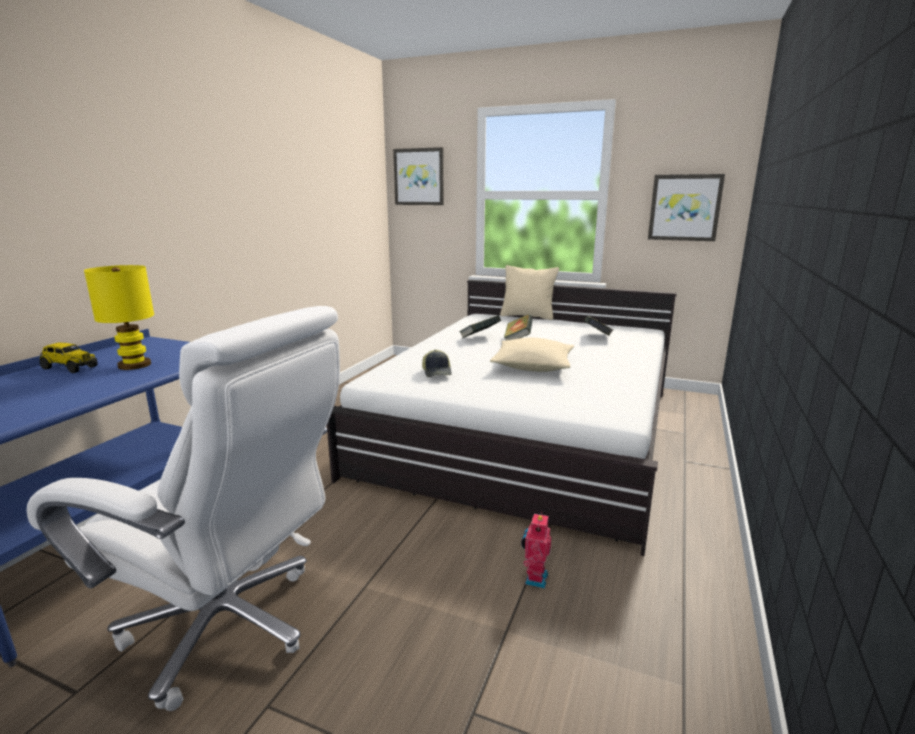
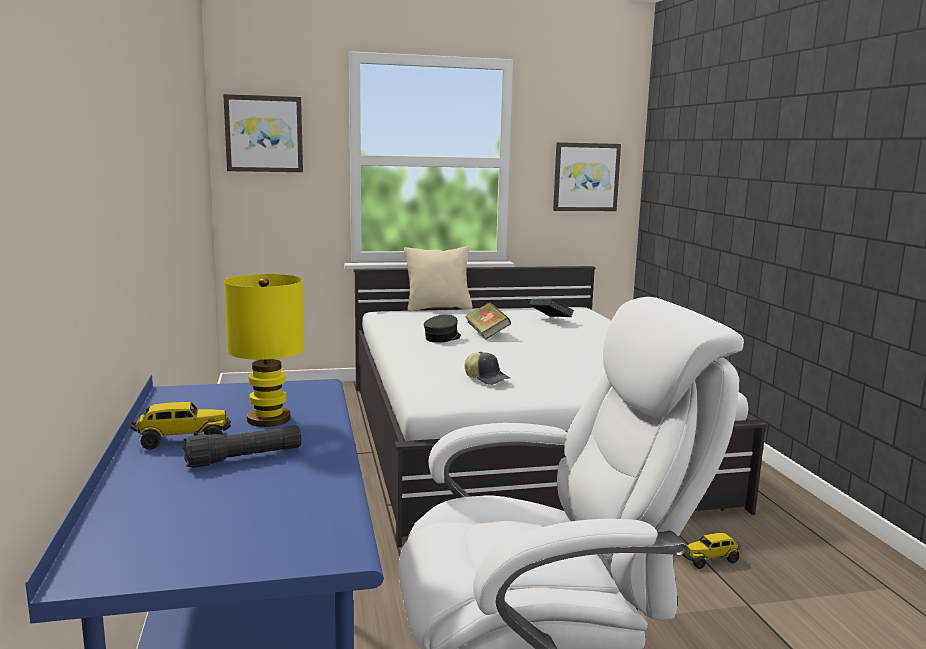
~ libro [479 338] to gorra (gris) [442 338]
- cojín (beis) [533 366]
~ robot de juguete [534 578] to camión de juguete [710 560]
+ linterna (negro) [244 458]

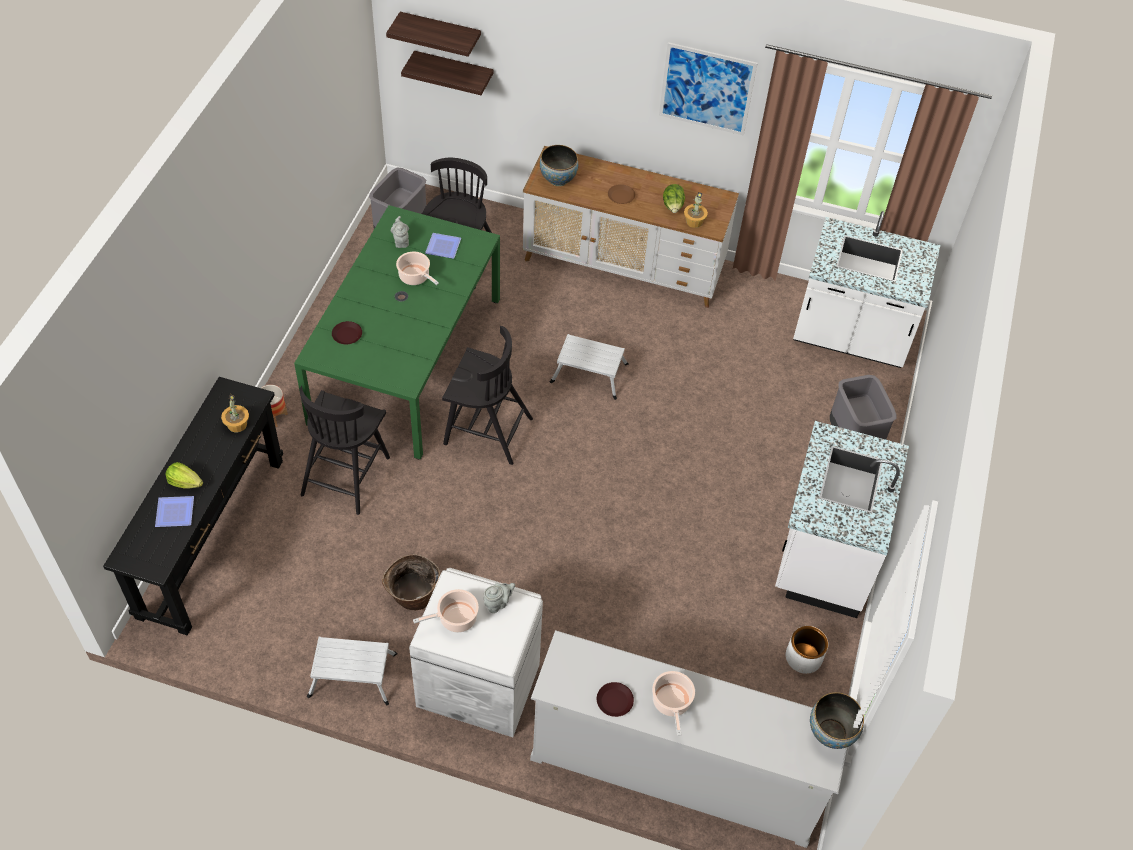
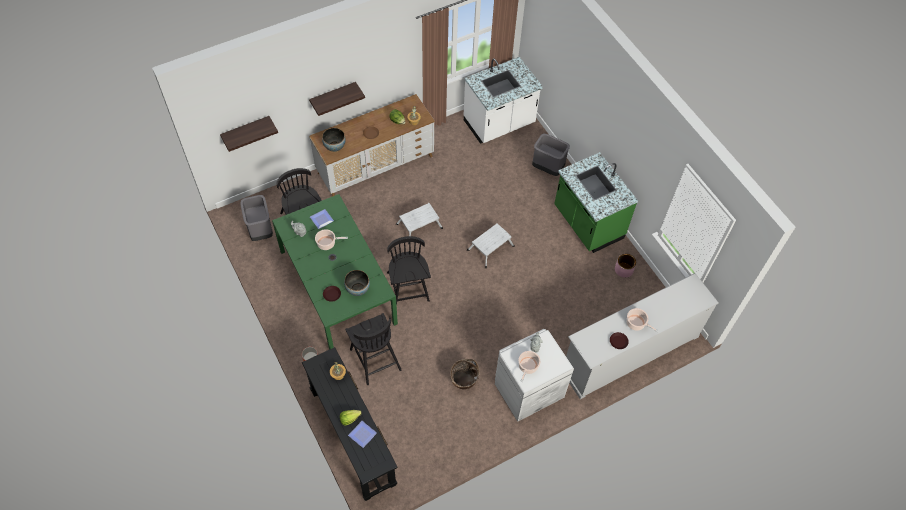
~ escalera de tijera (blanco) [353 675] to [491 248]
~ estante [440 33] to [333 96]
~ silla (negro) [486 430] = [408 287] 75 degrees counterclockwise
- cuadro [706 89]
~ mueble bajo de cocina (blanco) [824 554] to mueble bajo de cocina (verde) [587 223]
~ maceta (blanco) [803 657] to maceta (rosa) [623 270]
~ cuenco [831 733] to [358 289]

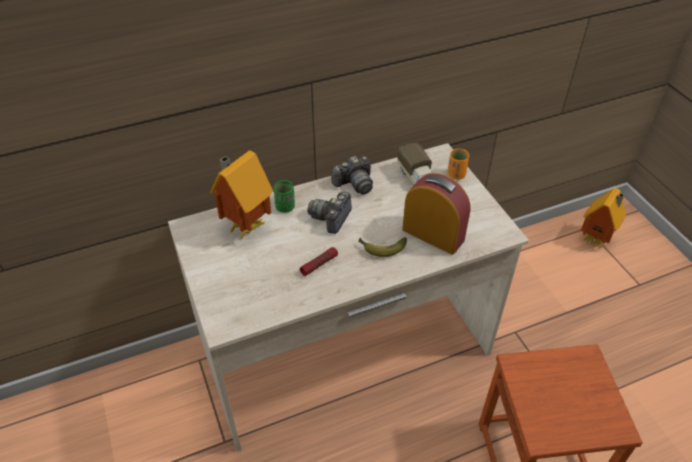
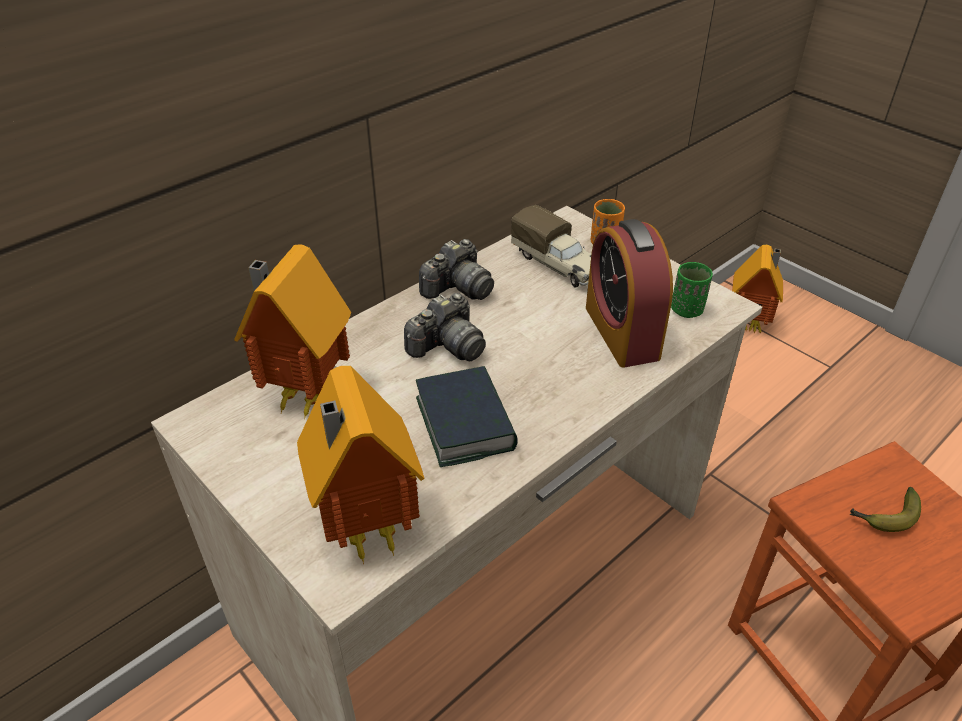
~ taza (verde) [285 207] to [687 310]
~ linterna [319 264] to libro [465 423]
~ cámara [331 218] = [447 346] 135 degrees counterclockwise
~ plátano [381 249] to [885 517]
~ despertador [433 234] = [621 332] 120 degrees counterclockwise
+ casita [364 532]

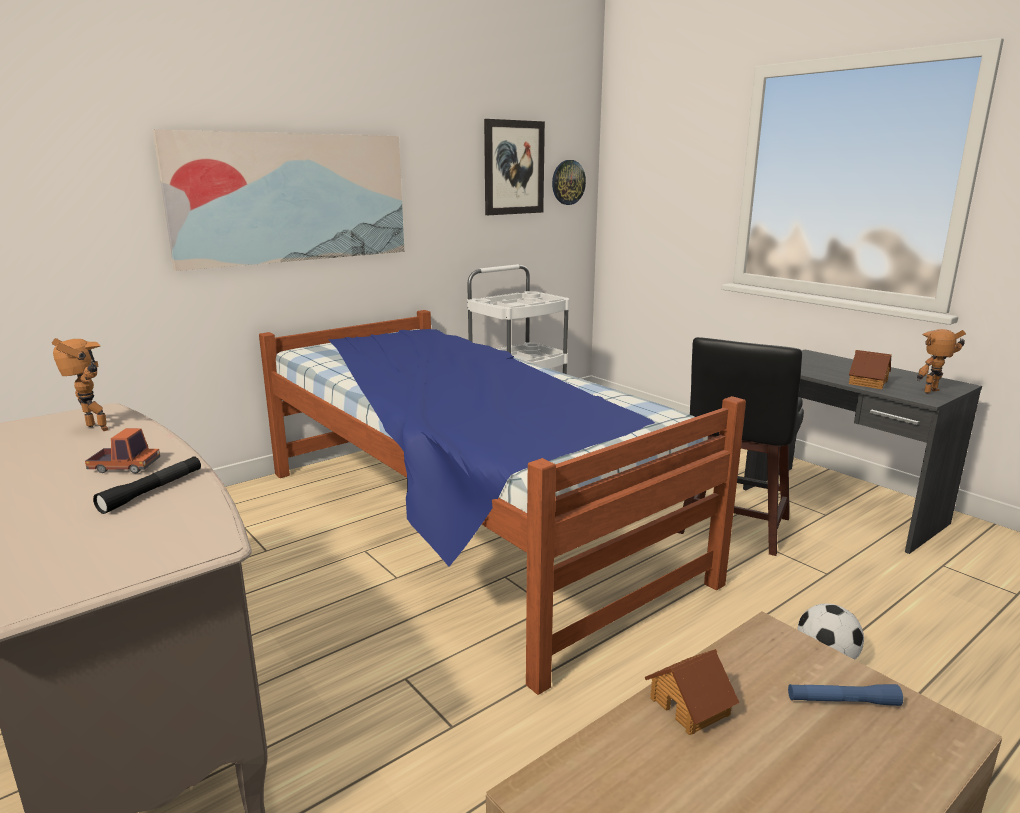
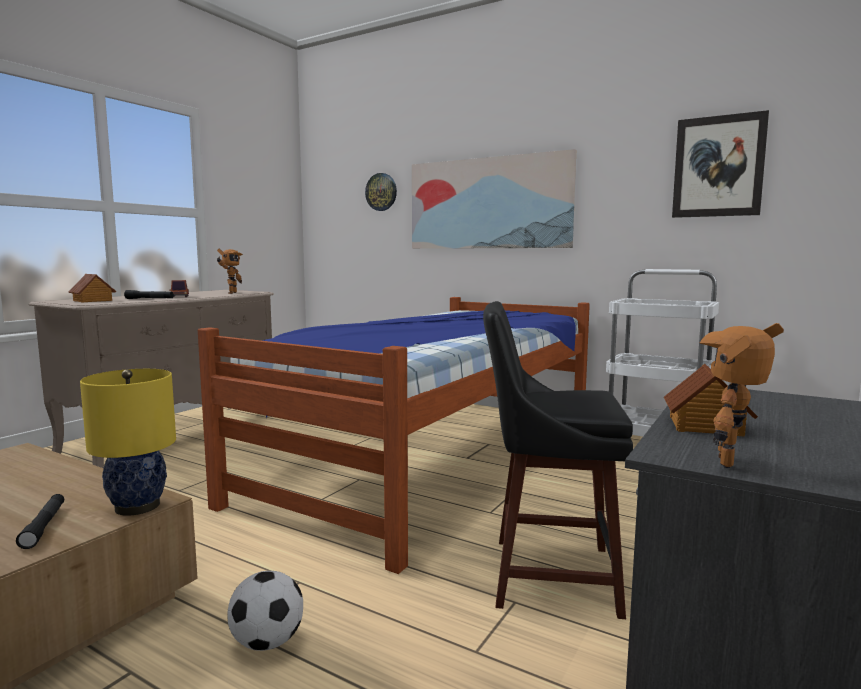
~ reloj de pared [568 182] to [381 192]
~ casita [690 705] to [93 300]
~ linterna (azul) [842 701] to linterna (negro) [44 526]
~ robot de juguete [934 392] = [733 462] 105 degrees counterclockwise
+ lámpara de mesa (amarillo) [137 506]

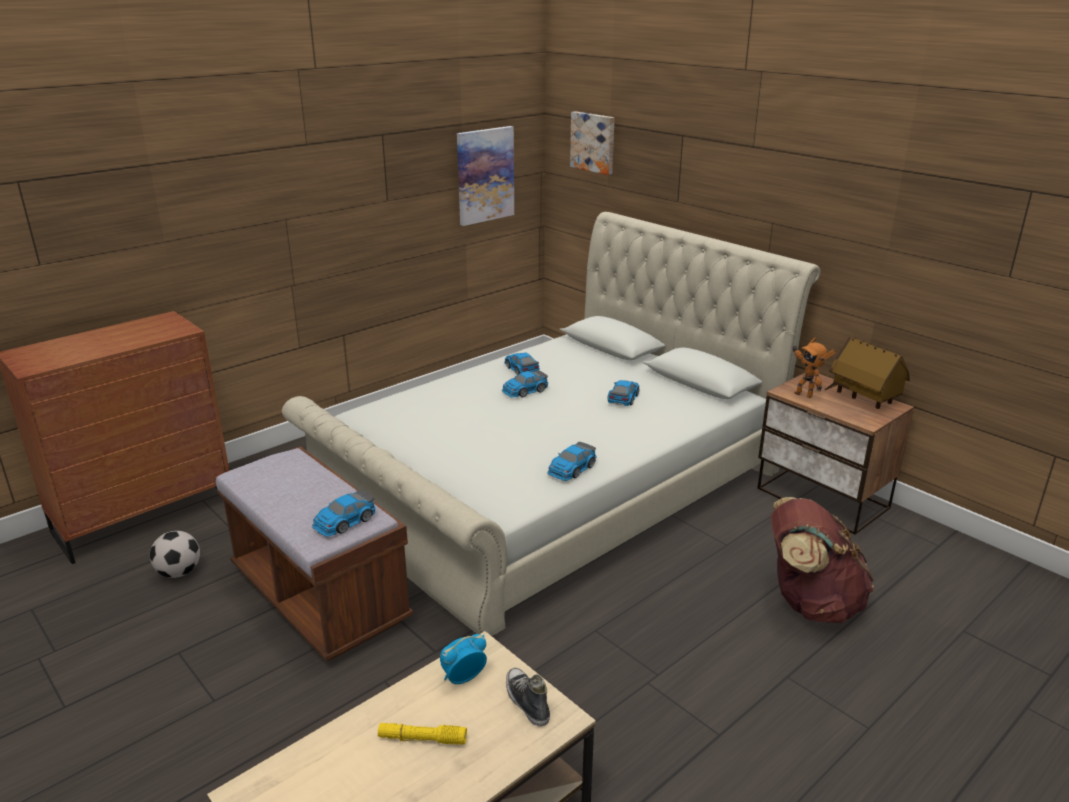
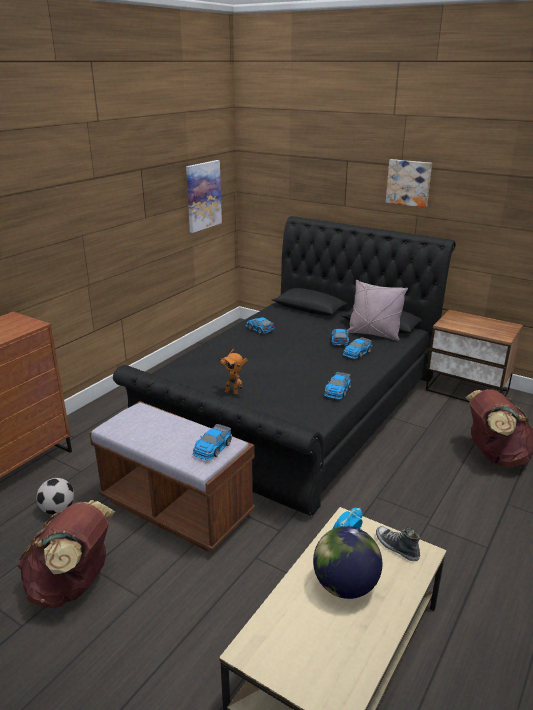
~ cama (beis) [553 484] to cama (negro) [295 405]
~ linterna (amarillo) [422 739] to globo terráqueo [345 586]
~ coche de juguete [524 391] to [357 353]
~ cuadro [593 142] to [409 182]
~ robot de juguete [804 394] to [232 392]
- casita [863 399]
+ mochila (marrón) [73 585]
+ cojín (morado) [374 334]

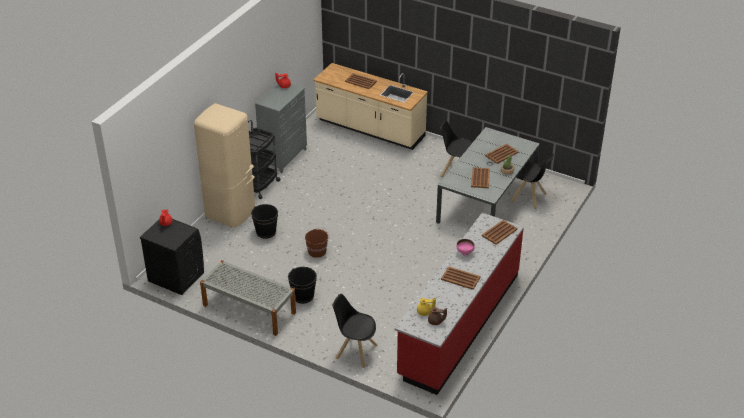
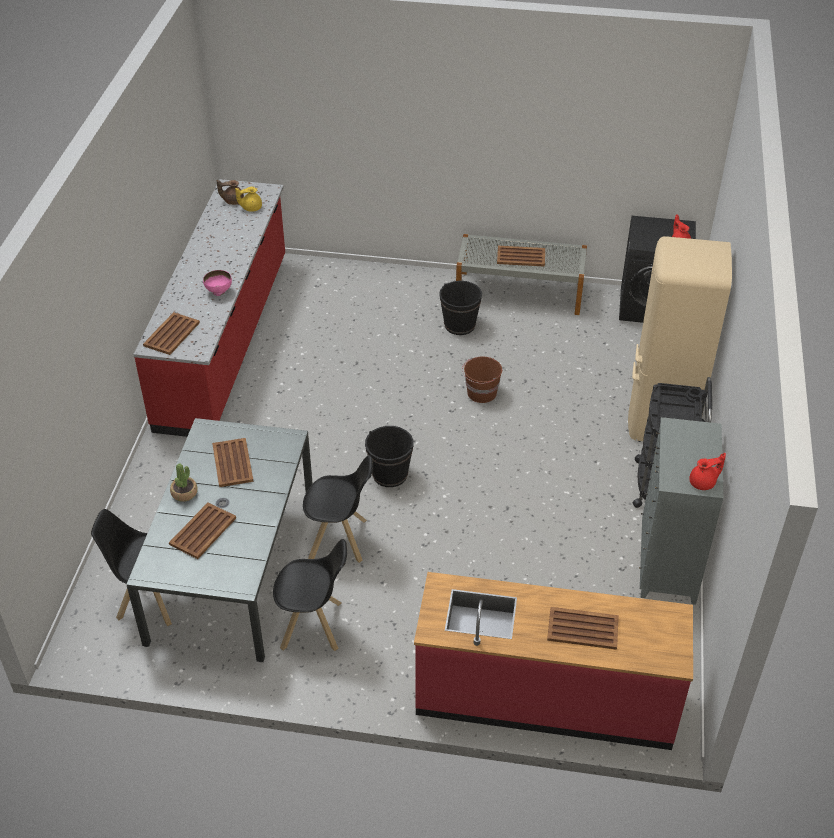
~ cubo (negro) [266 232] to [390 474]
~ mueble bajo de cocina (beis) [370 129] to mueble bajo de cocina (rojo) [545 697]
~ silla (negro) [355 351] to [340 539]
~ bandeja (marrón) [461 278] to [520 256]

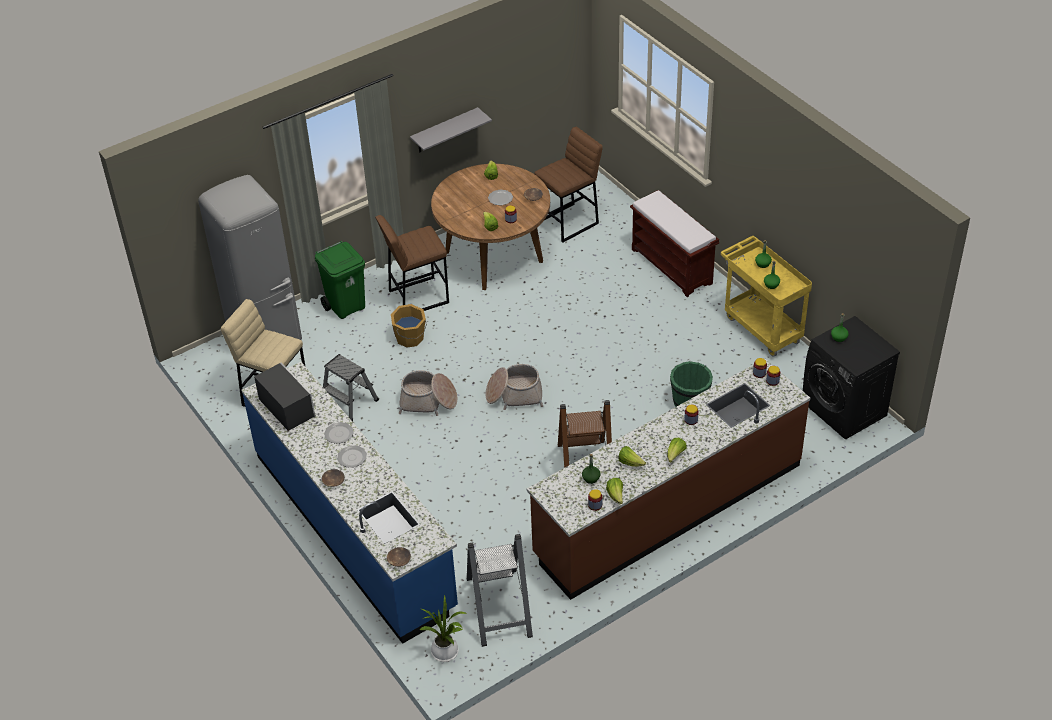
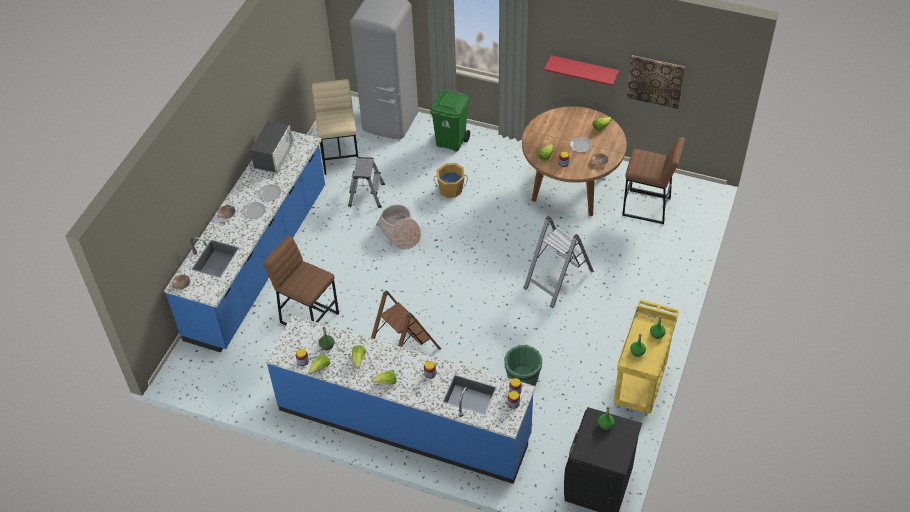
~ taburete (marrón) [417 297] to [308 317]
~ estante (gris) [444 131] to estante (rojo) [584 70]
- planta en maceta [446 653]
~ escalera de tijera (gris) [499 608] to [558 279]
- cesta [514 395]
~ mueble bajo de cocina (marrón) [668 509] to mueble bajo de cocina (azul) [404 422]
- banco (marrón) [672 266]
+ cuadro [655 81]

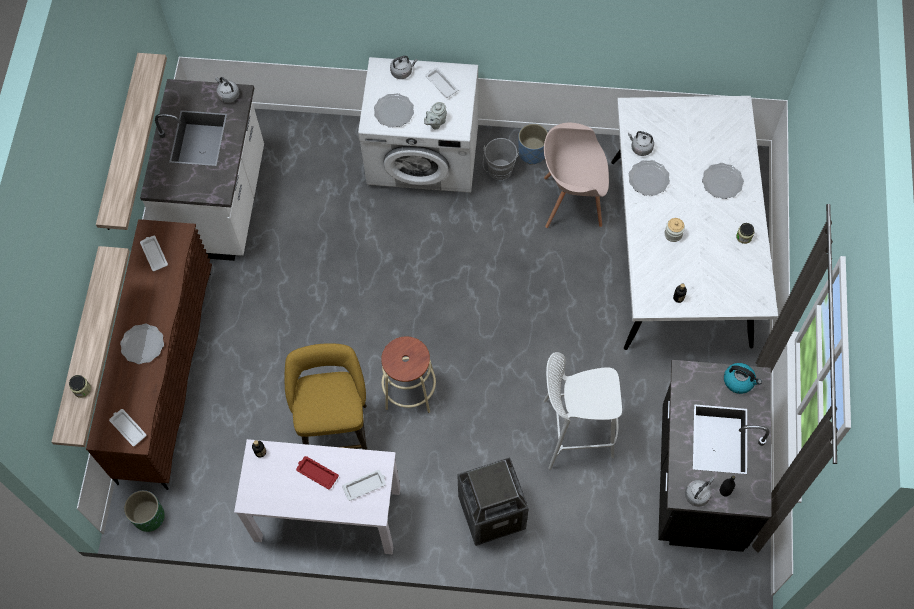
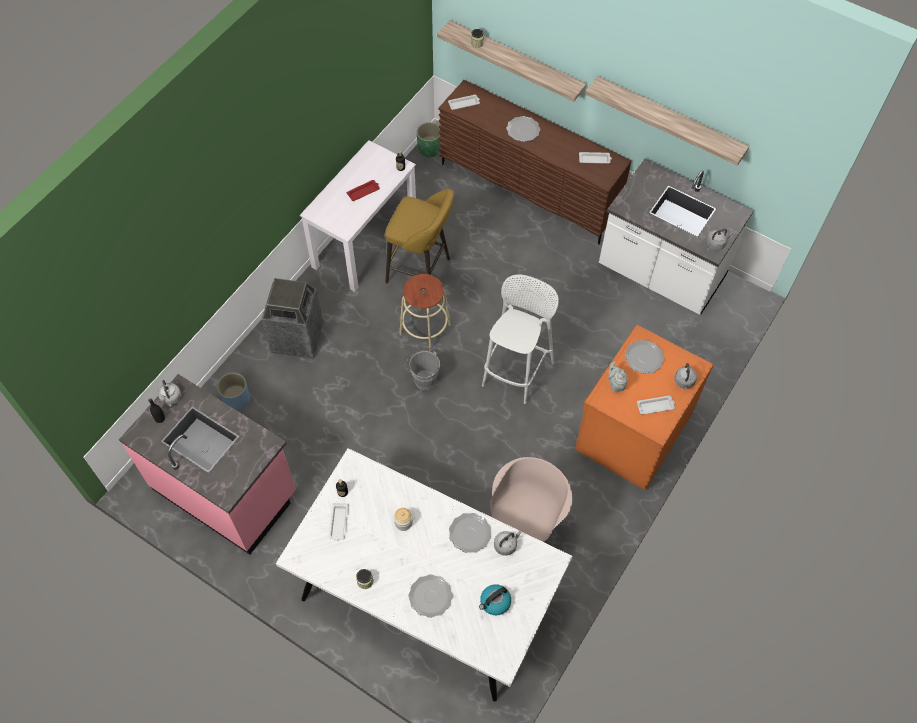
~ bandeja (blanco) [365 485] to [338 523]
~ lavadora (blanco) [424 159] to lavadora (naranja) [631 432]
~ cubo (gris) [499 172] to [423 378]
~ maceta (azul) [532 153] to [236 399]
~ taburete (blanco) [576 432] to [515 371]
~ mueble bajo de cocina (negro) [698 478] to mueble bajo de cocina (rosa) [225 490]
~ hervidor [739 381] to [495 602]

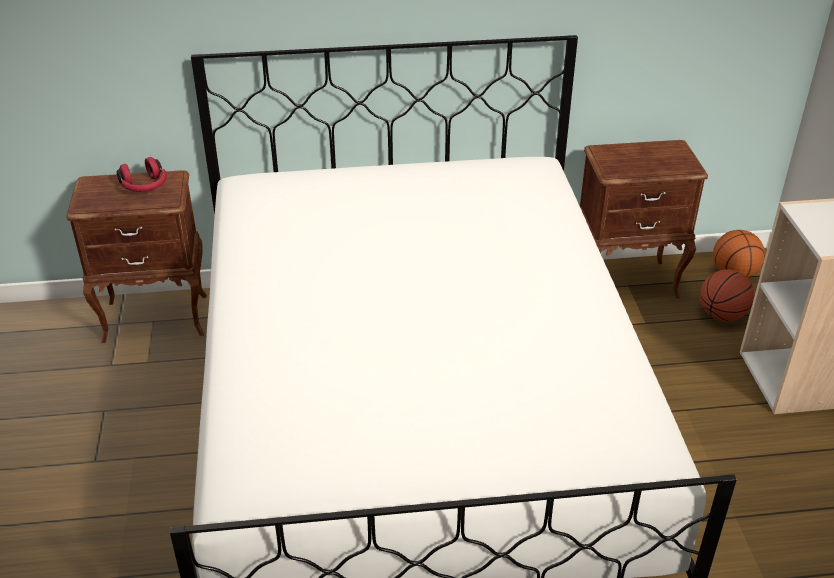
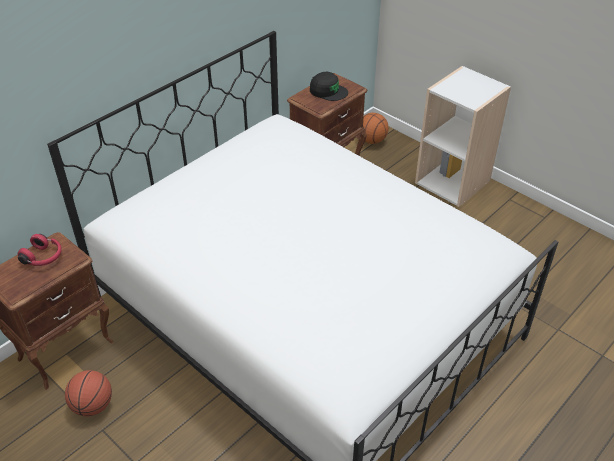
~ balón de baloncesto [721 315] to [92 405]
+ gorra (negro) [328 91]

